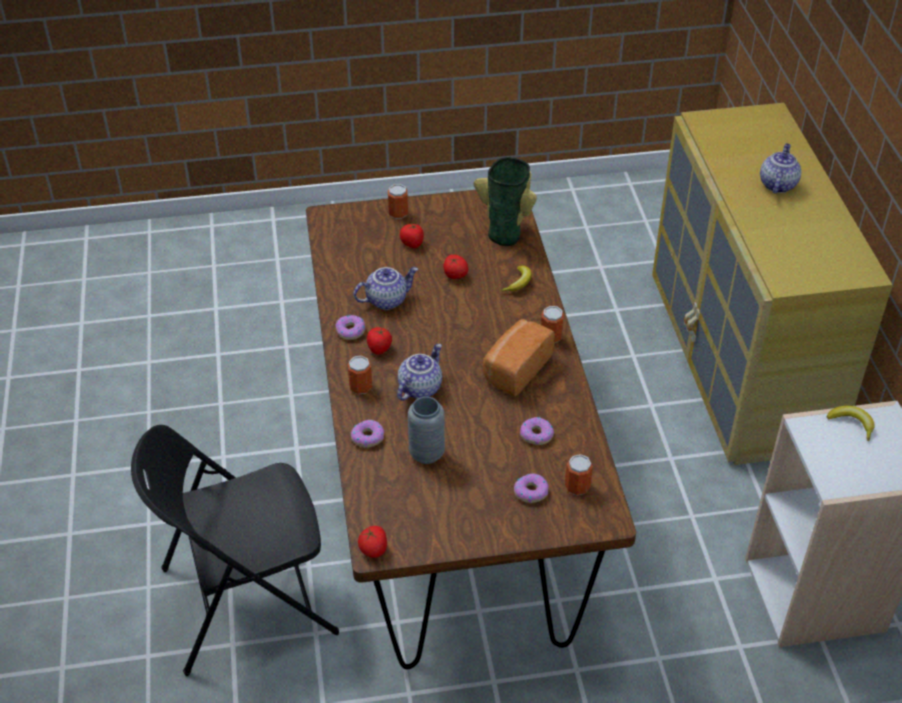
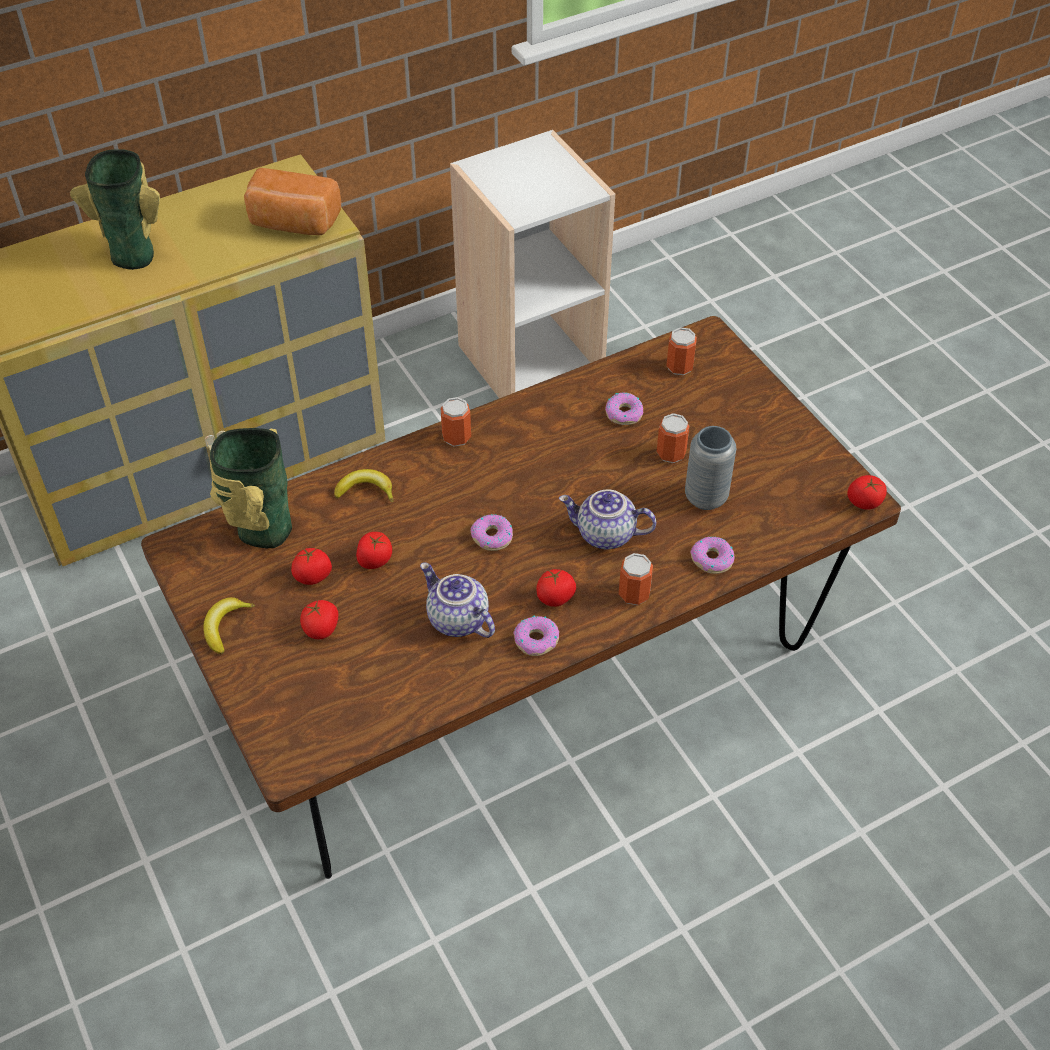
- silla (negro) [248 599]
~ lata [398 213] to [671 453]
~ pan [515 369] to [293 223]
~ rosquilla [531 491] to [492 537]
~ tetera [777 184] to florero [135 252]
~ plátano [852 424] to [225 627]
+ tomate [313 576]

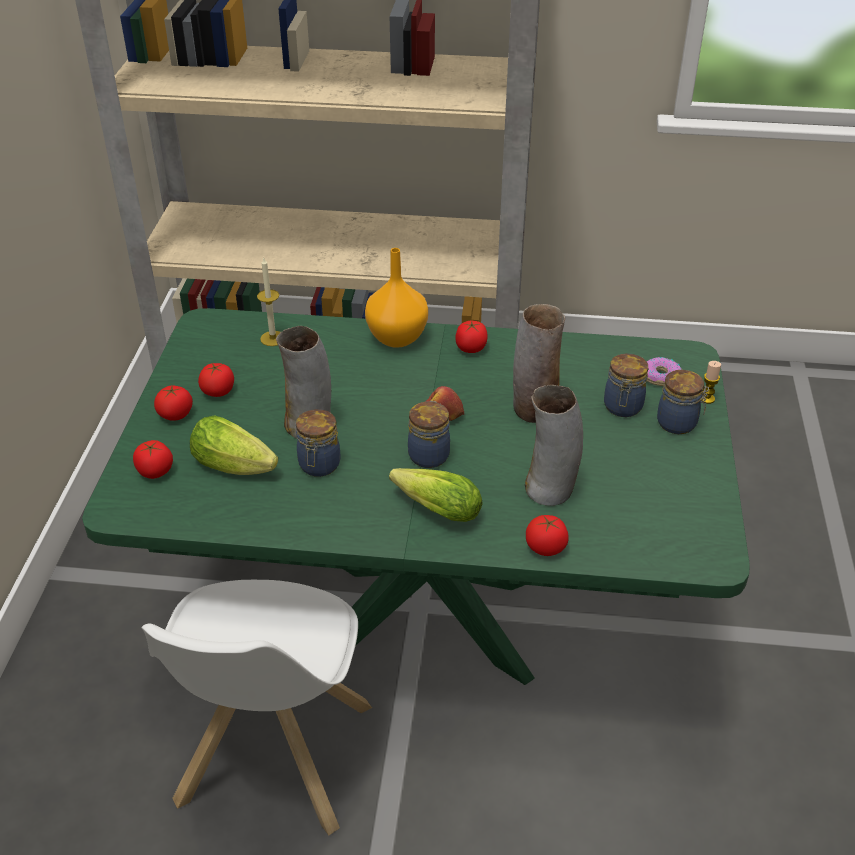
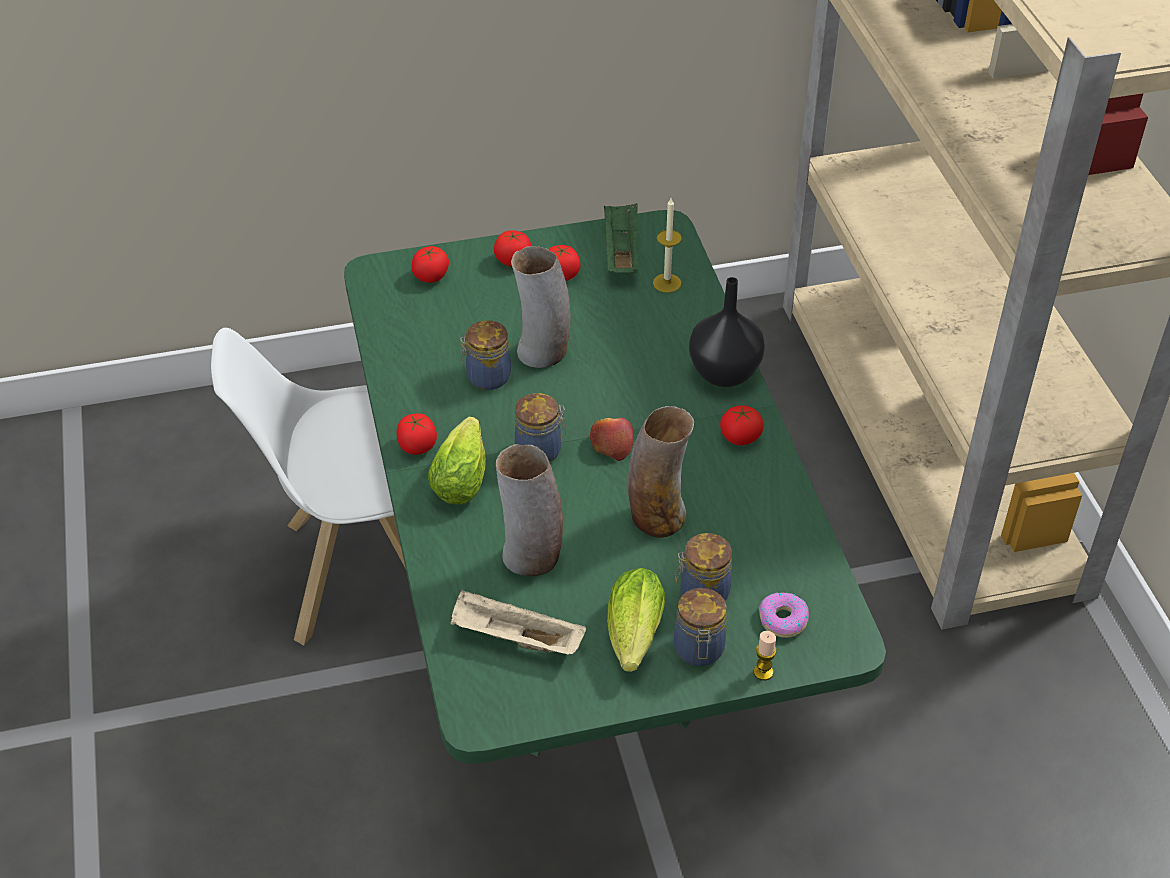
~ lechuga [237 466] to [633 639]
~ florero (naranja) [396 337] to florero (negro) [725 372]
~ tomate [545 547] to [417 446]
+ bandeja (beis) [515 639]
+ bandeja (verde) [621 252]

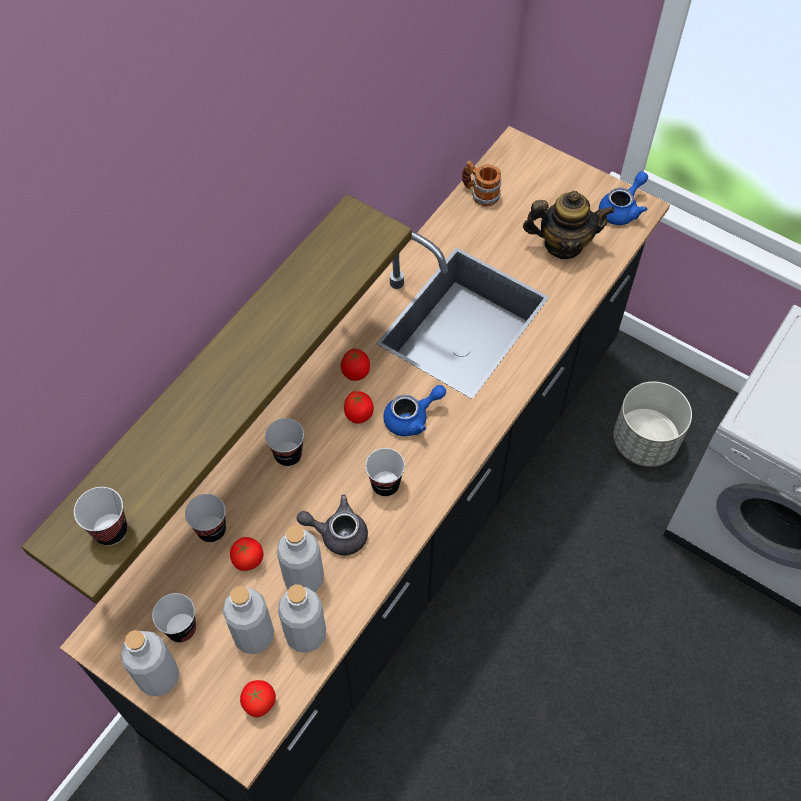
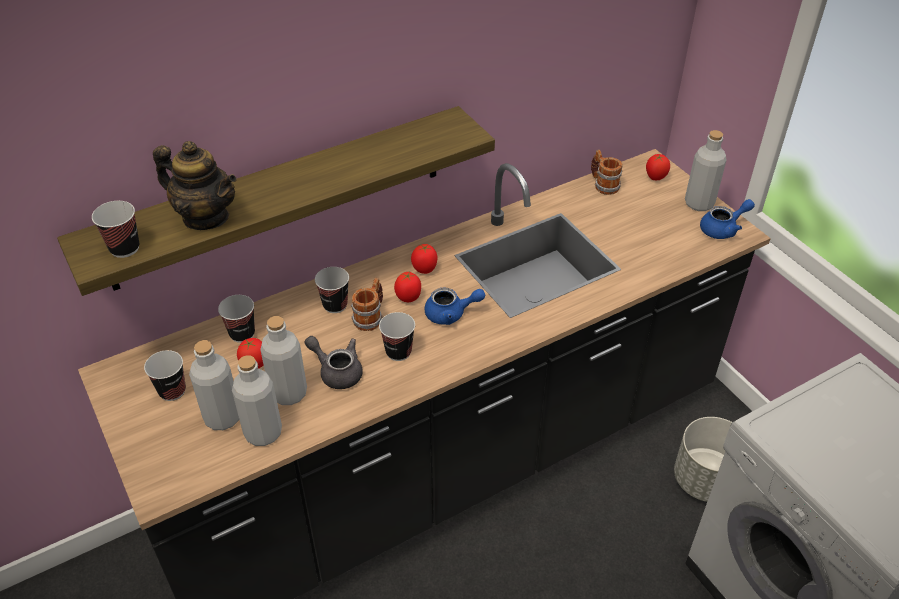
~ botella (gris) [159 677] to [699 203]
~ tomate [259 703] to [655 178]
~ tetera [563 244] to [206 217]
+ taza grande [370 317]

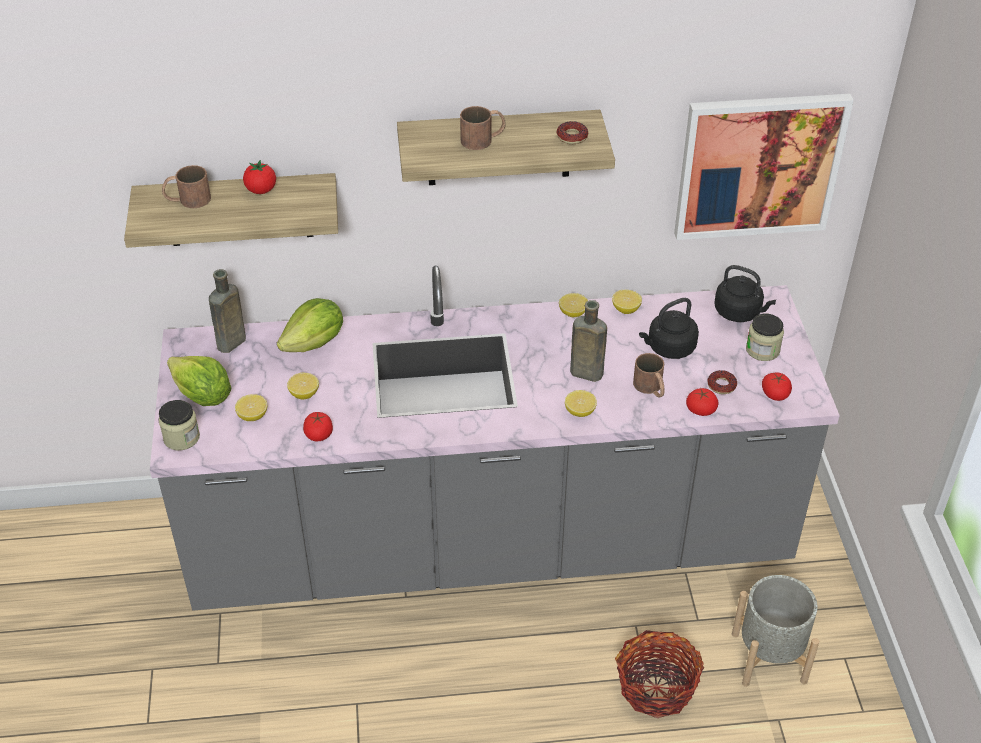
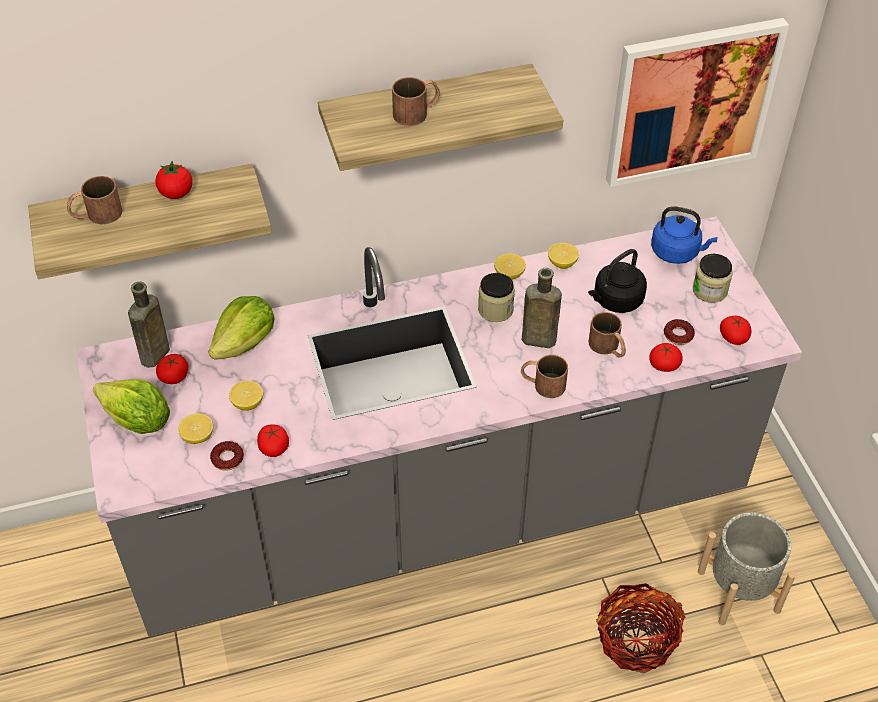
~ tarro [181 438] to [495 309]
~ rosquilla [572 137] to [227 458]
~ limón [580 412] to taza grande (marrón) [542 384]
~ hervidor (negro) [740 312] to hervidor (azul) [677 252]
+ tomate [174 376]

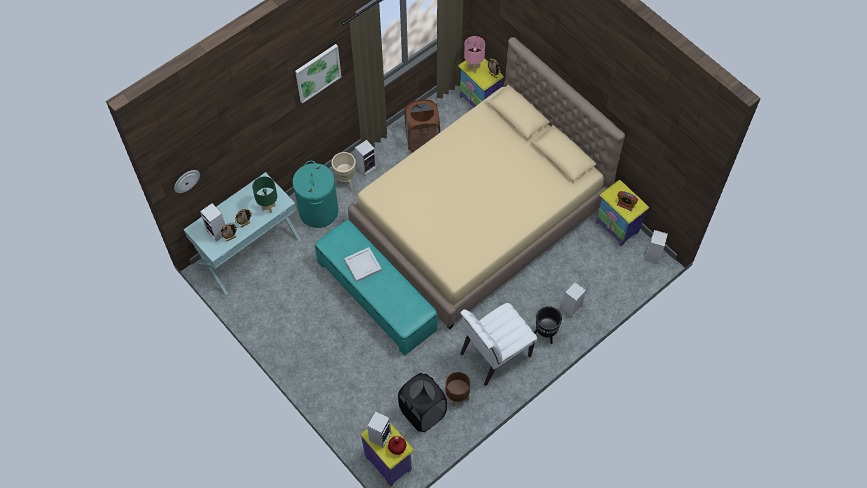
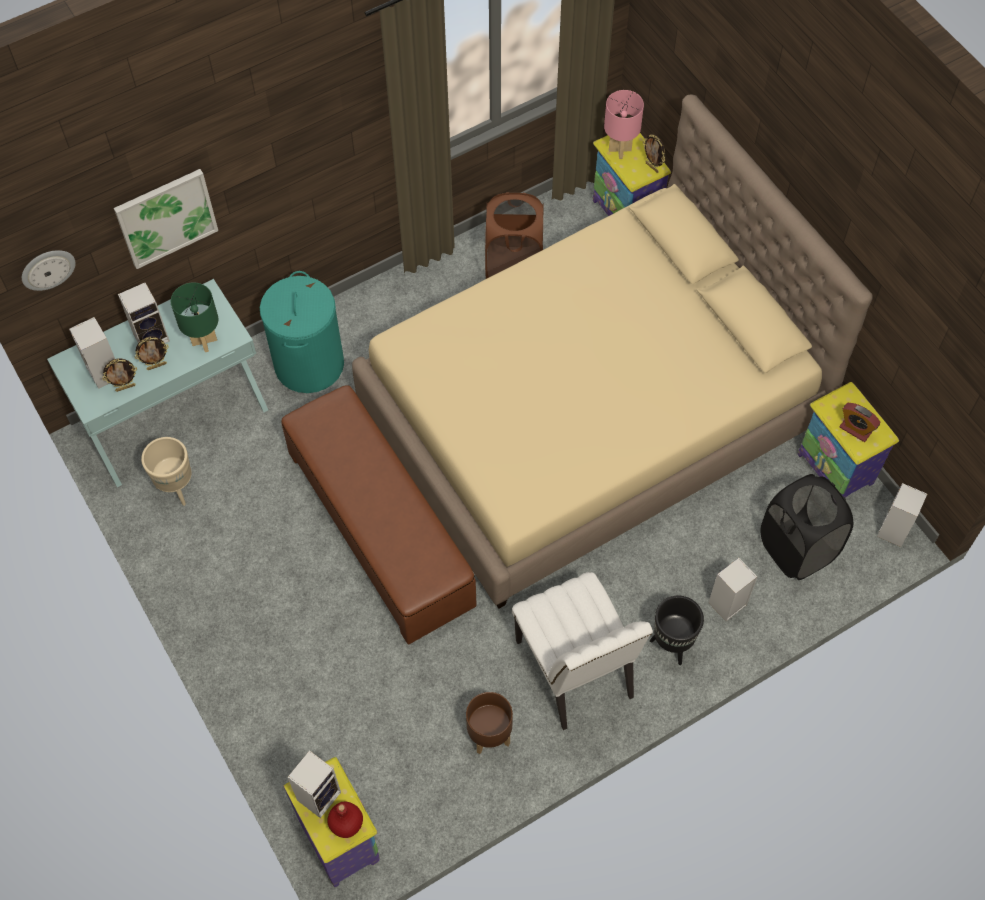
~ cuadro [317 72] to [166 217]
~ banco (turquesa) [377 295] to banco (marrón) [381 528]
~ maceta (beis) [346 181] to [177 488]
- bandeja (blanco) [363 264]
~ altavoz [366 166] to [152 336]
~ cesto de la ropa (negro) [422 413] to [797 548]
~ silla (blanco) [495 354] = [573 668] 90 degrees counterclockwise

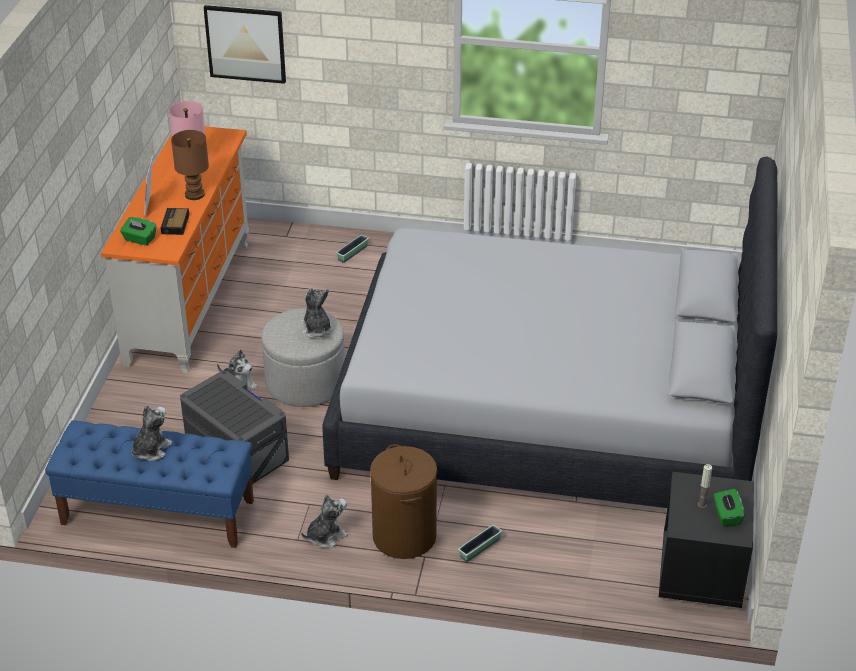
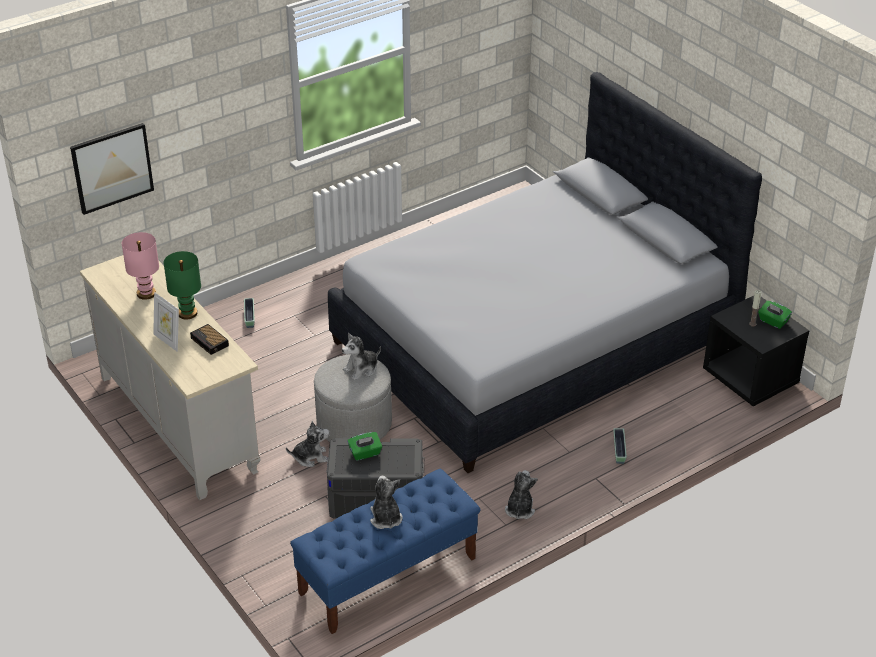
~ cómoda (naranja) [191 301] to cómoda (beis) [179 422]
~ caja de pañuelos (verde) [139 239] to [365 453]
~ lámpara de mesa (marrón) [195 194] to lámpara de mesa (verde) [187 313]
~ peluche [316 329] = [361 369] 60 degrees counterclockwise
- cesto de la ropa (marrón) [404 536]

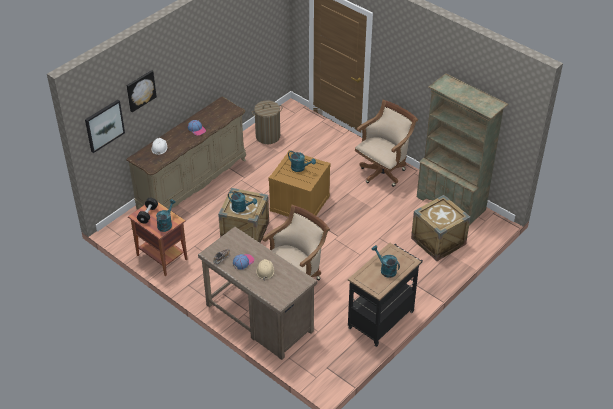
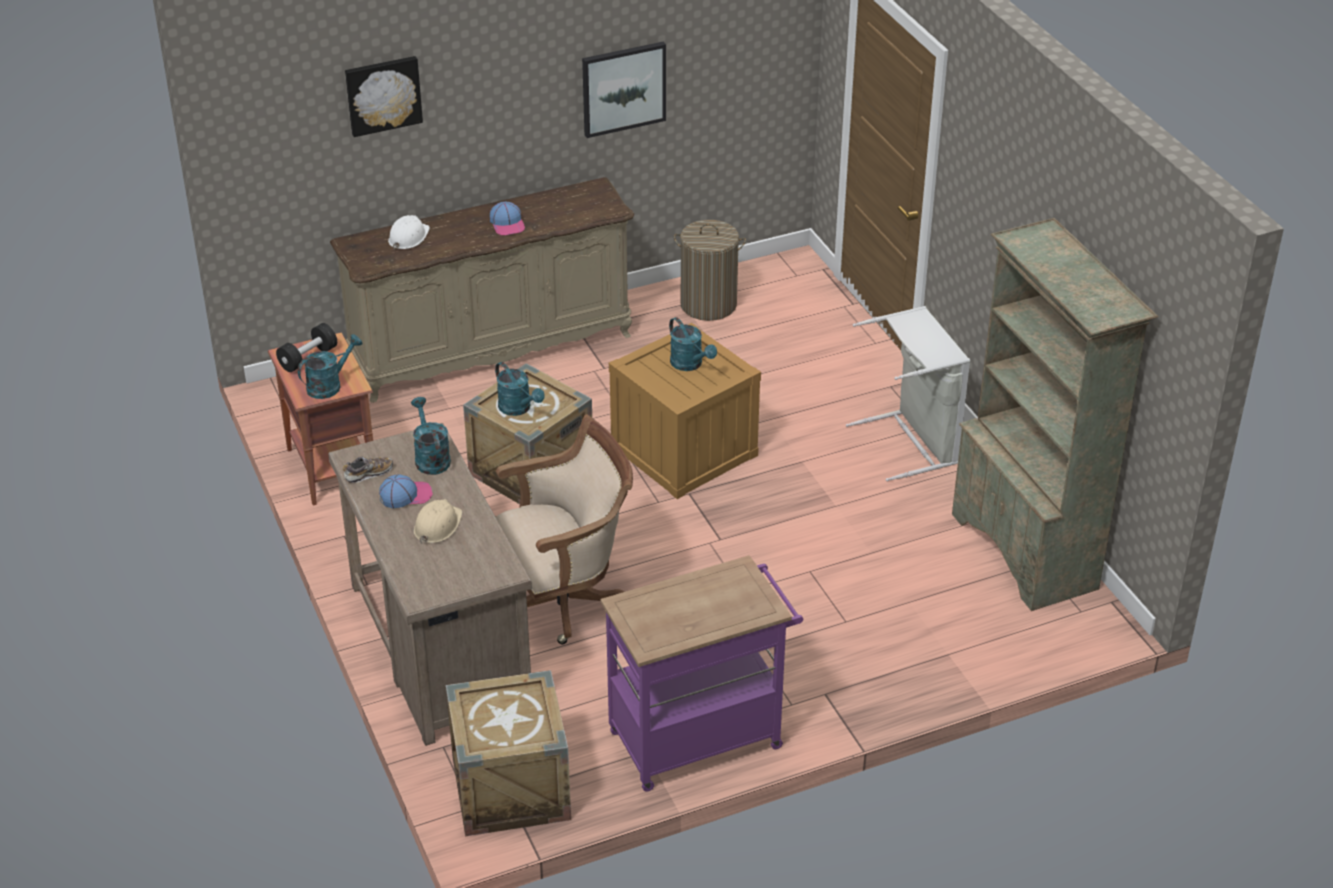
~ cuadro [104 125] to [623 88]
~ carrito (negro) [382 319] to carrito (morado) [700 739]
~ silla de oficina [384 172] to cesto de la ropa (gris) [912 442]
~ regadera (turquesa) [385 269] to [430 458]
~ caja de embalaje [438 241] to [511 788]

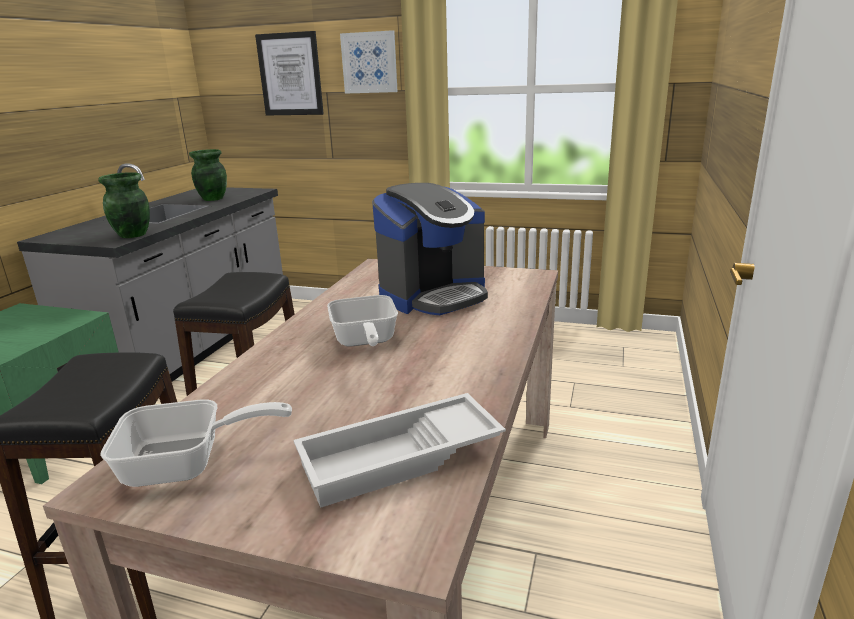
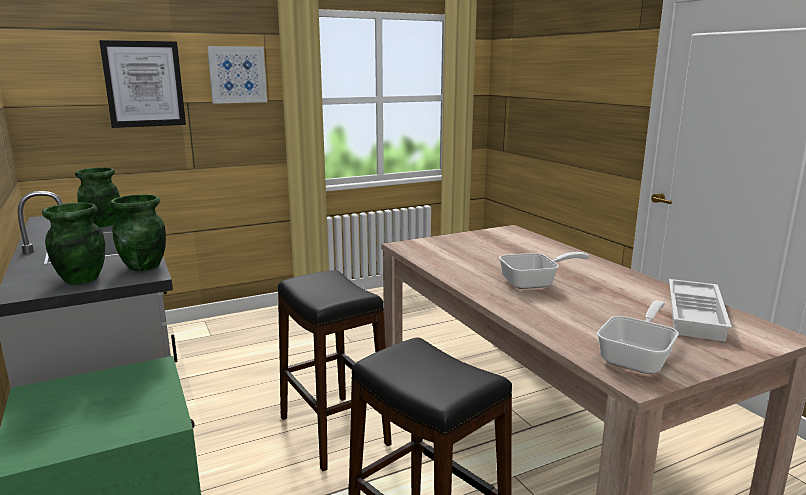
~ sartén [364 341] = [534 283] 45 degrees counterclockwise
- cafetera [434 295]
+ florero (verde) [81 279]

